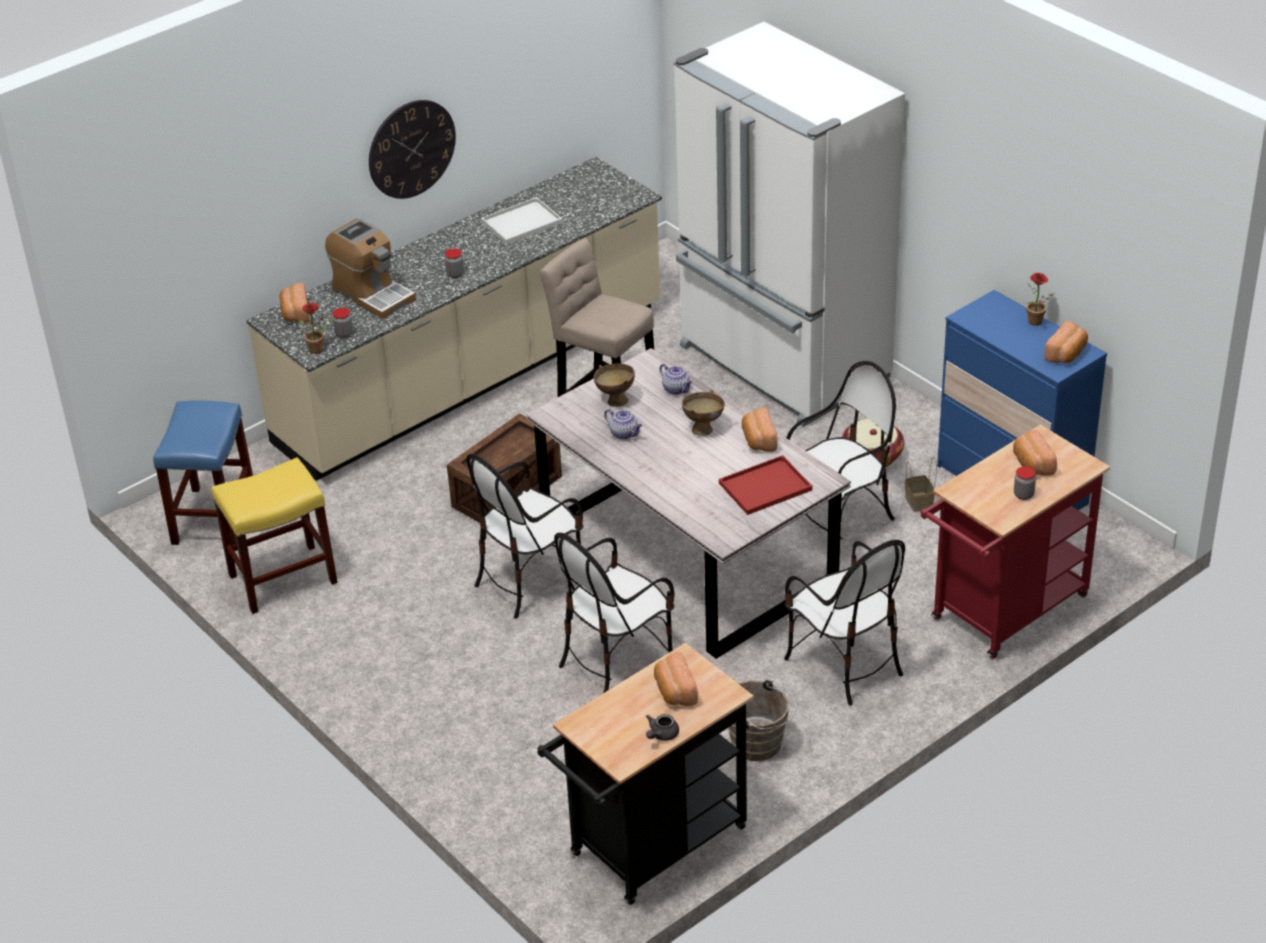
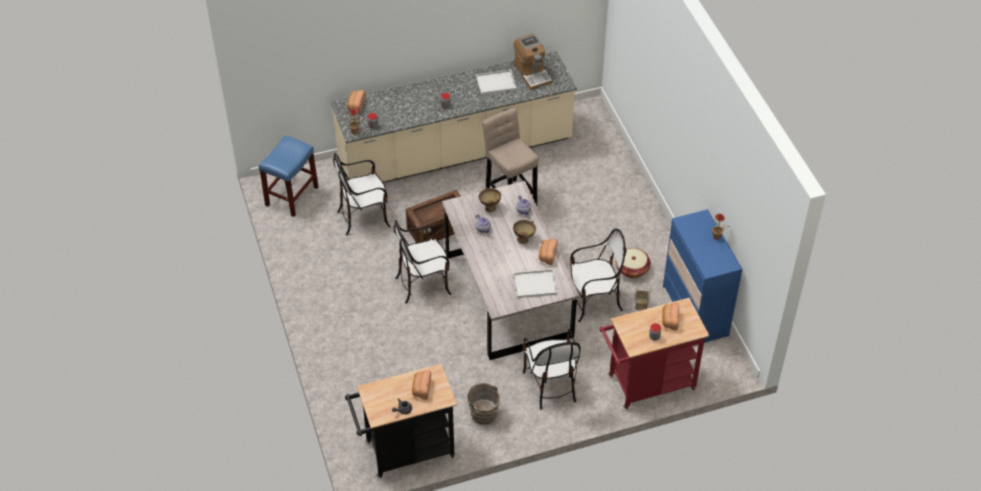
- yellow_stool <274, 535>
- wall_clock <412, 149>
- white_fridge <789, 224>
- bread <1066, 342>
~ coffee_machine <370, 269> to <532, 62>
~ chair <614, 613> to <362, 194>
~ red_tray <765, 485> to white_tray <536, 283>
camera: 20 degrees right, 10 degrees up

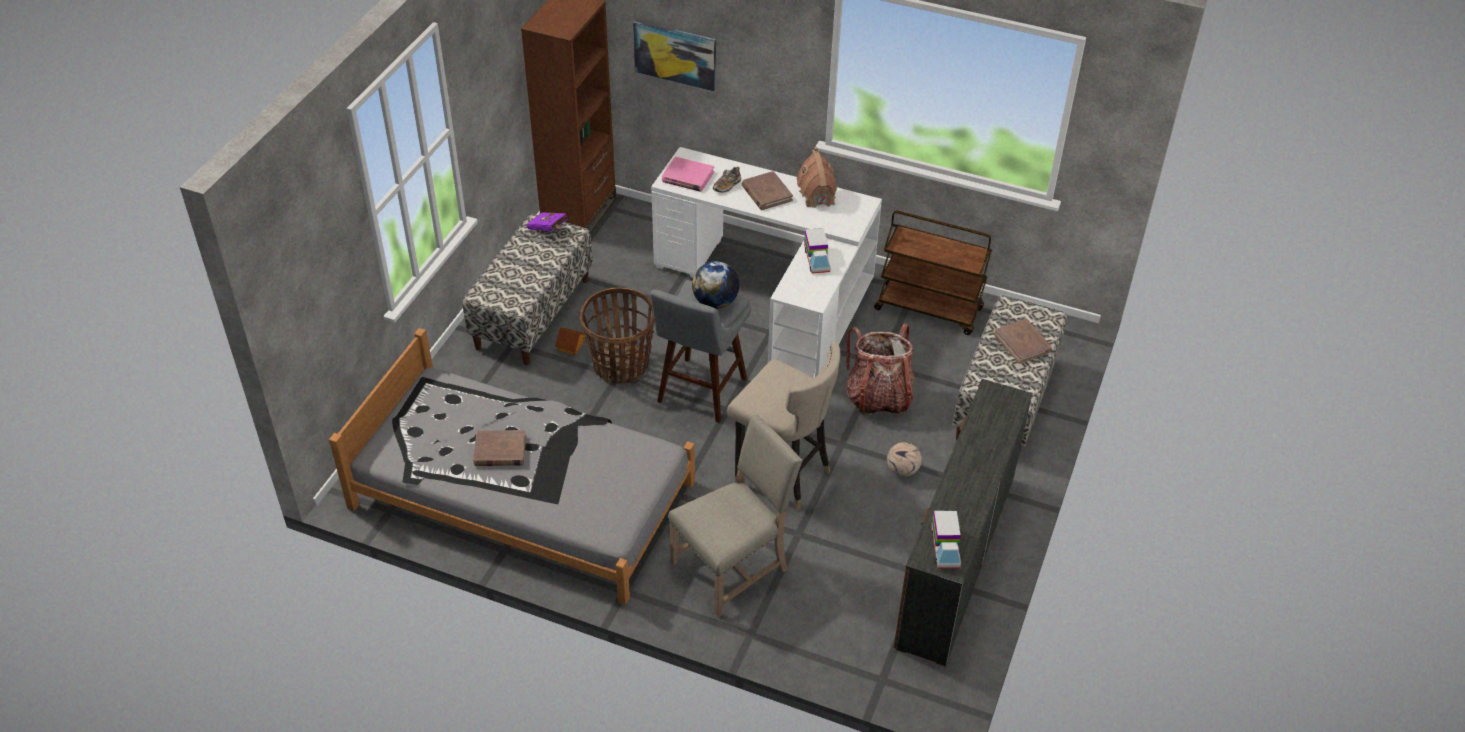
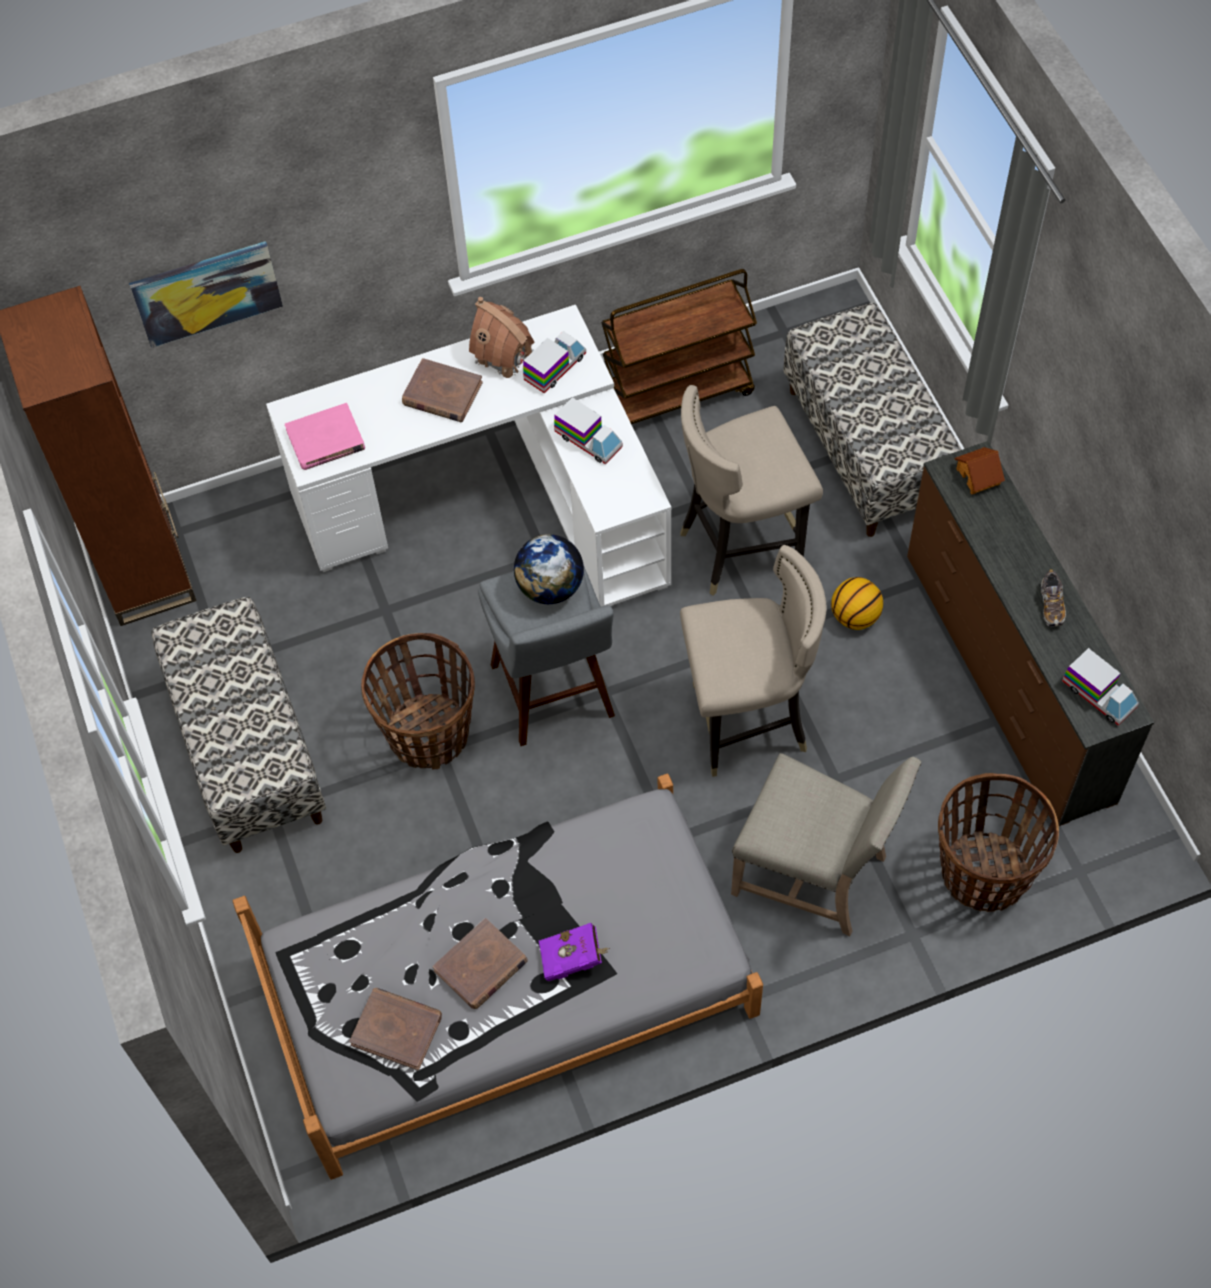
+ toy_truck <554, 362>
+ basket <998, 842>
~ purple_book <547, 221> to <574, 952>
~ toy_house <570, 341> to <980, 470>
~ shoe <727, 179> to <1053, 598>
~ brown_book <1023, 341> to <395, 1029>
~ backpack <880, 369> to beige_stool <751, 490>
~ football <904, 459> to basketball <857, 603>
~ beige_chair <735, 516> = <826, 844> 105 degrees clockwise
camera: 40 degrees left, 15 degrees up

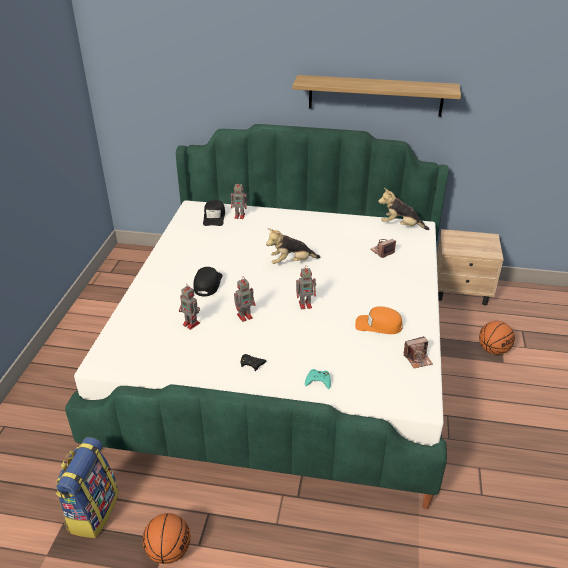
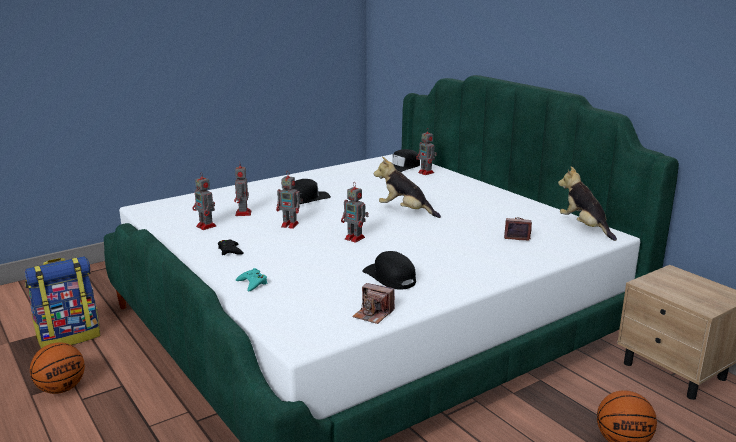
- shelf <376, 96>
+ toy_robot <204, 201>
~ orange_cap <379, 320> to black_cap <389, 270>
camera: 45 degrees right, 15 degrees down

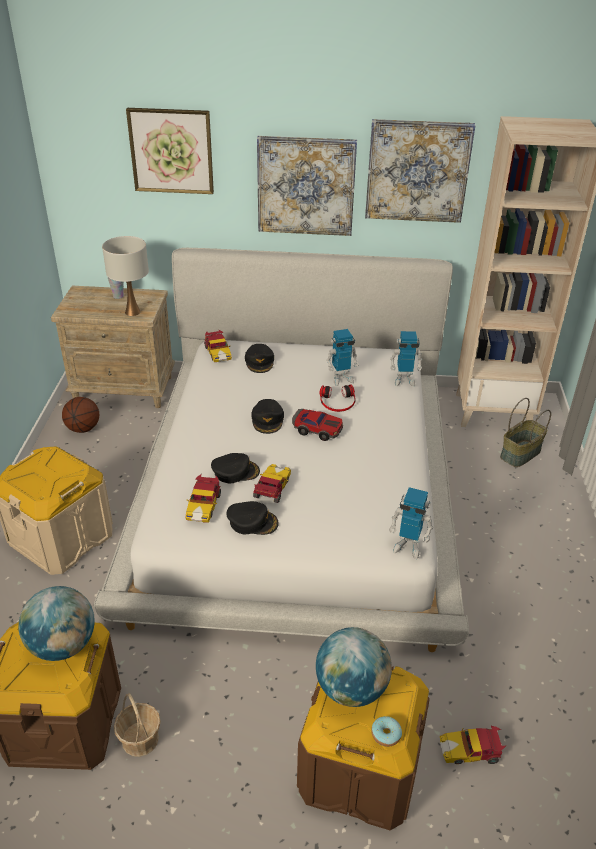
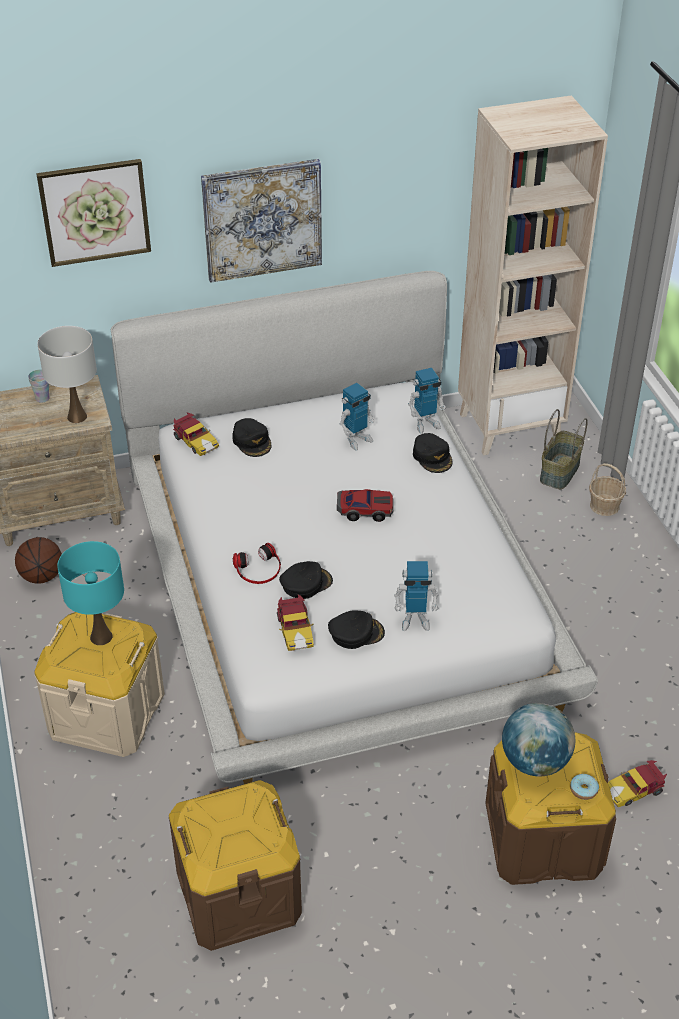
- globe <57, 623>
- toy_car <272, 483>
- picture <420, 171>
+ turquoise_table_lamp <90, 593>
~ basket <137, 725> to <607, 489>
~ black_cap <267, 416> to <432, 453>
~ headphones <337, 398> to <257, 563>
~ toy_robot <411, 523> to <416, 596>
camera: 20 degrees left, 5 degrees up

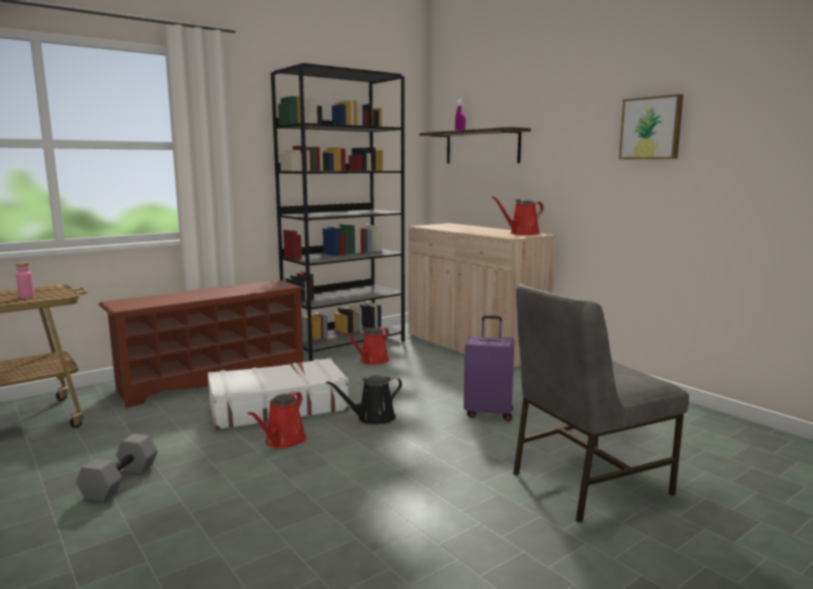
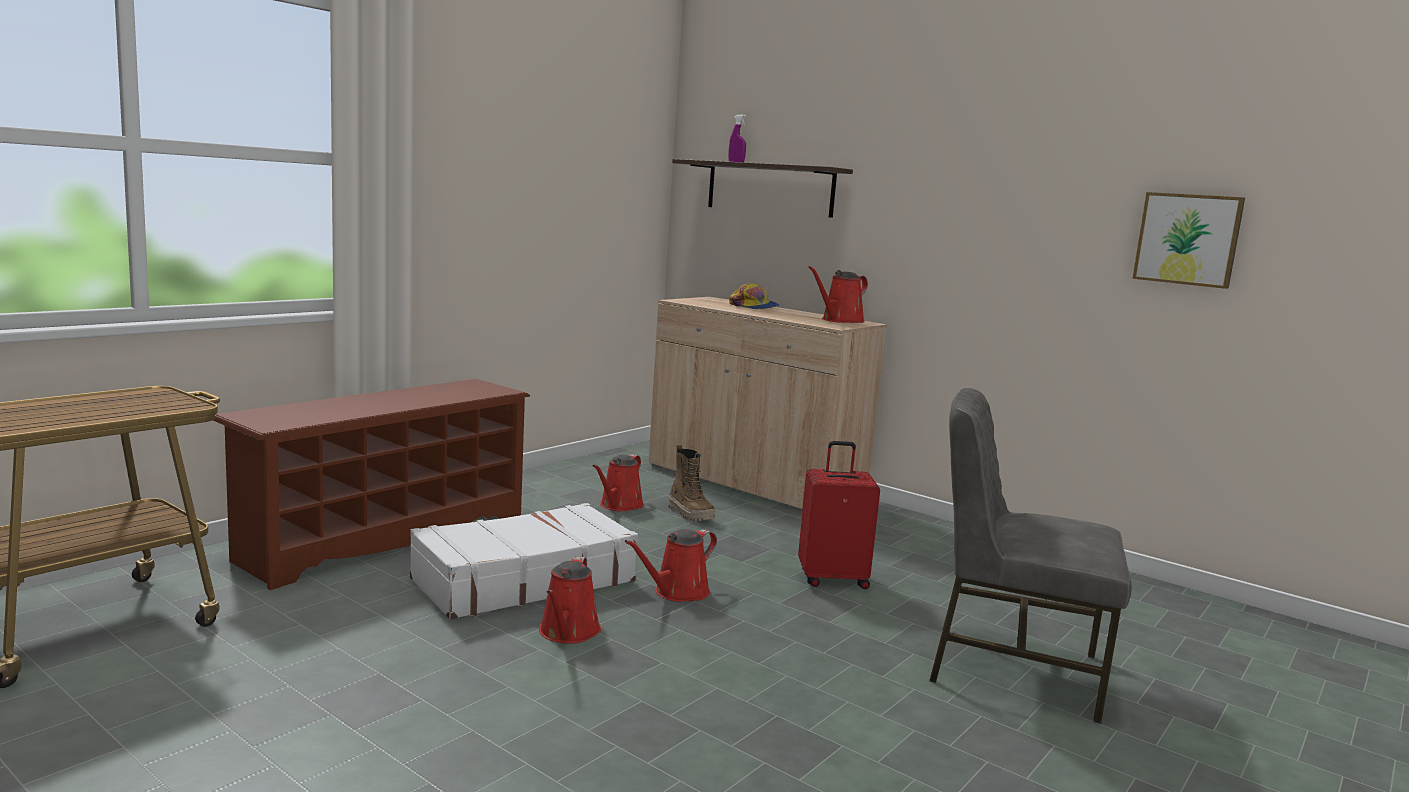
- pink_bottle <25, 280>
- grey_dumbbell <117, 468>
- black_bookcase <338, 212>
+ boot <691, 482>
+ cap <754, 296>
~ picture <651, 126> to <1188, 240>
~ black_watering_can <364, 399> to red_watering_can <671, 565>
~ purple_suitcase <489, 368> to red_suitcase <839, 515>
~ grey_chair <601, 403> = <1030, 556> 60 degrees clockwise
camera: 15 degrees left, 0 degrees up

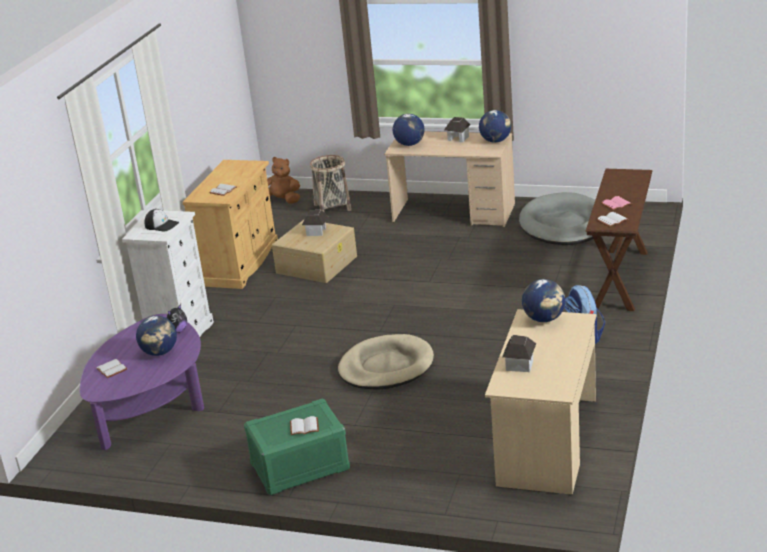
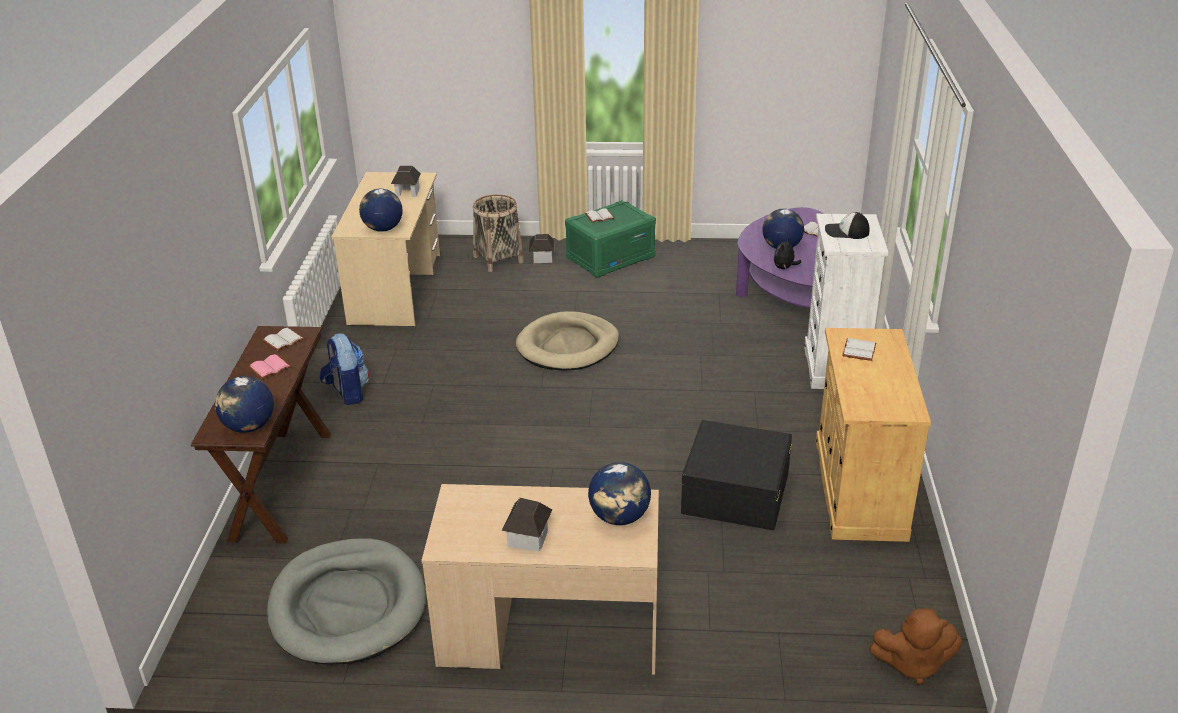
~ toy_house <315, 223> to <542, 248>
~ basket <331, 184> to <498, 233>
~ globe <495, 126> to <244, 404>
~ beige_storage_box <314, 251> to black_storage_box <736, 475>
camera: 165 degrees right, 5 degrees up

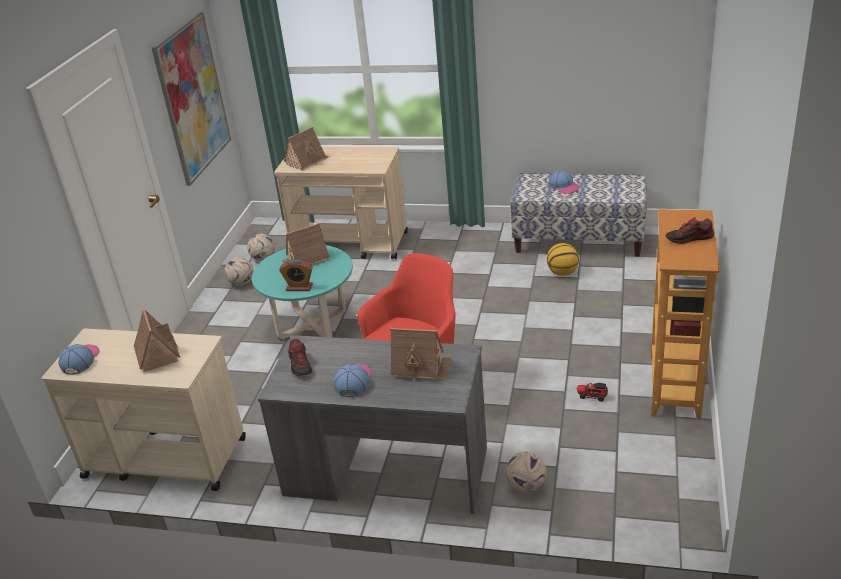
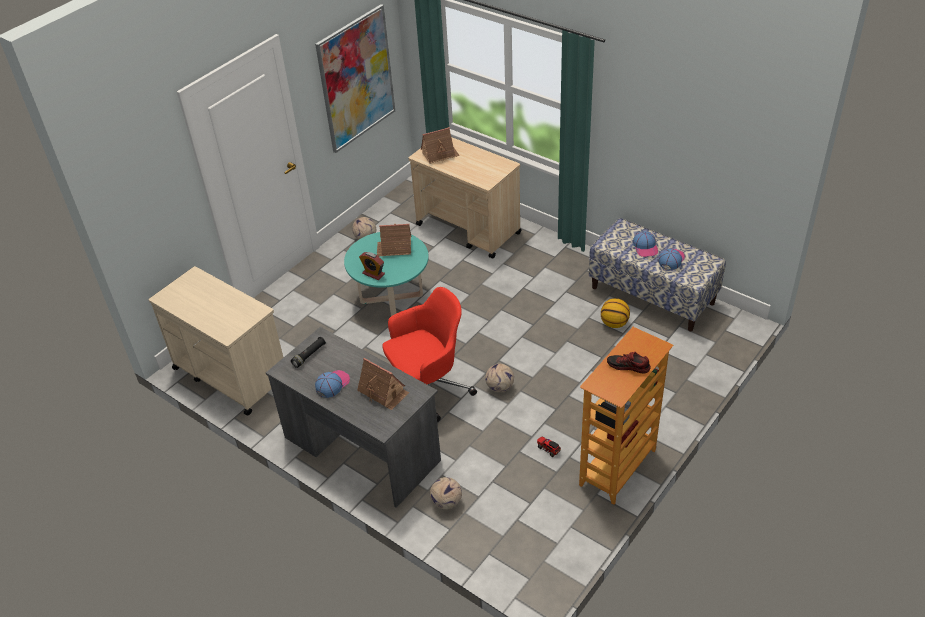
- toy_house <157, 340>
~ cap <79, 359> to <671, 259>
~ football <261, 247> to <499, 378>
~ shoe <300, 357> to black_flashlight <308, 352>
camera: 25 degrees right, 10 degrees up

